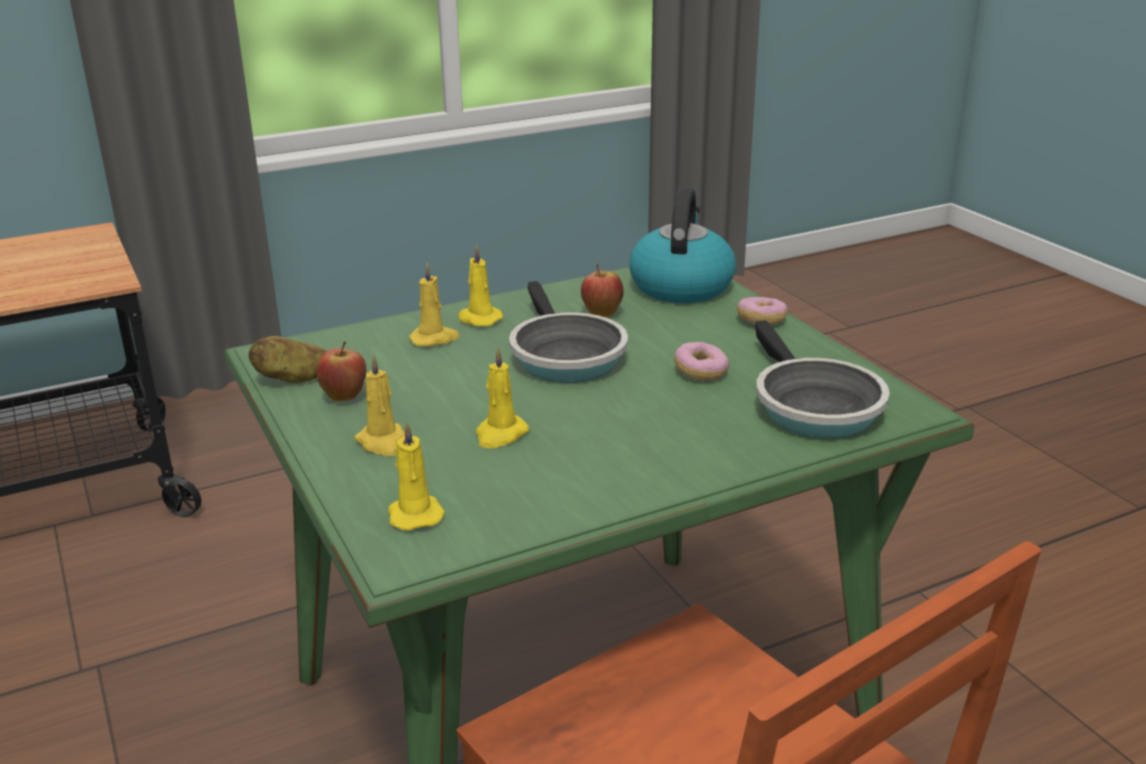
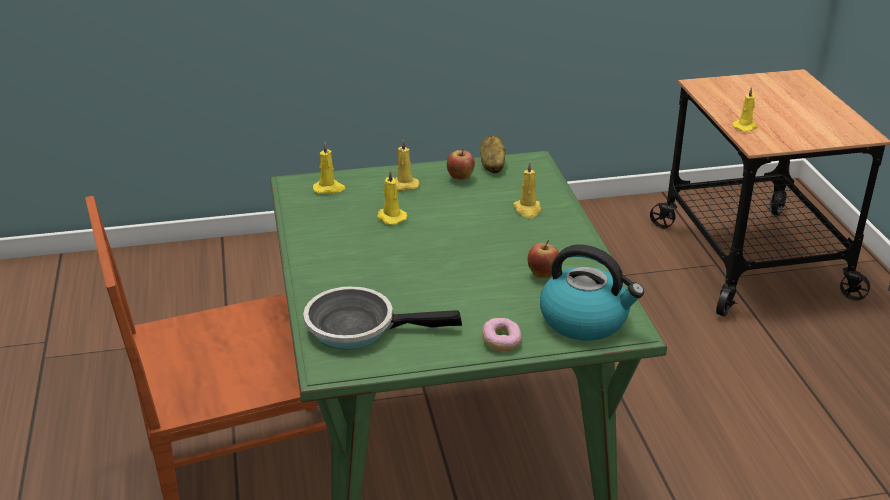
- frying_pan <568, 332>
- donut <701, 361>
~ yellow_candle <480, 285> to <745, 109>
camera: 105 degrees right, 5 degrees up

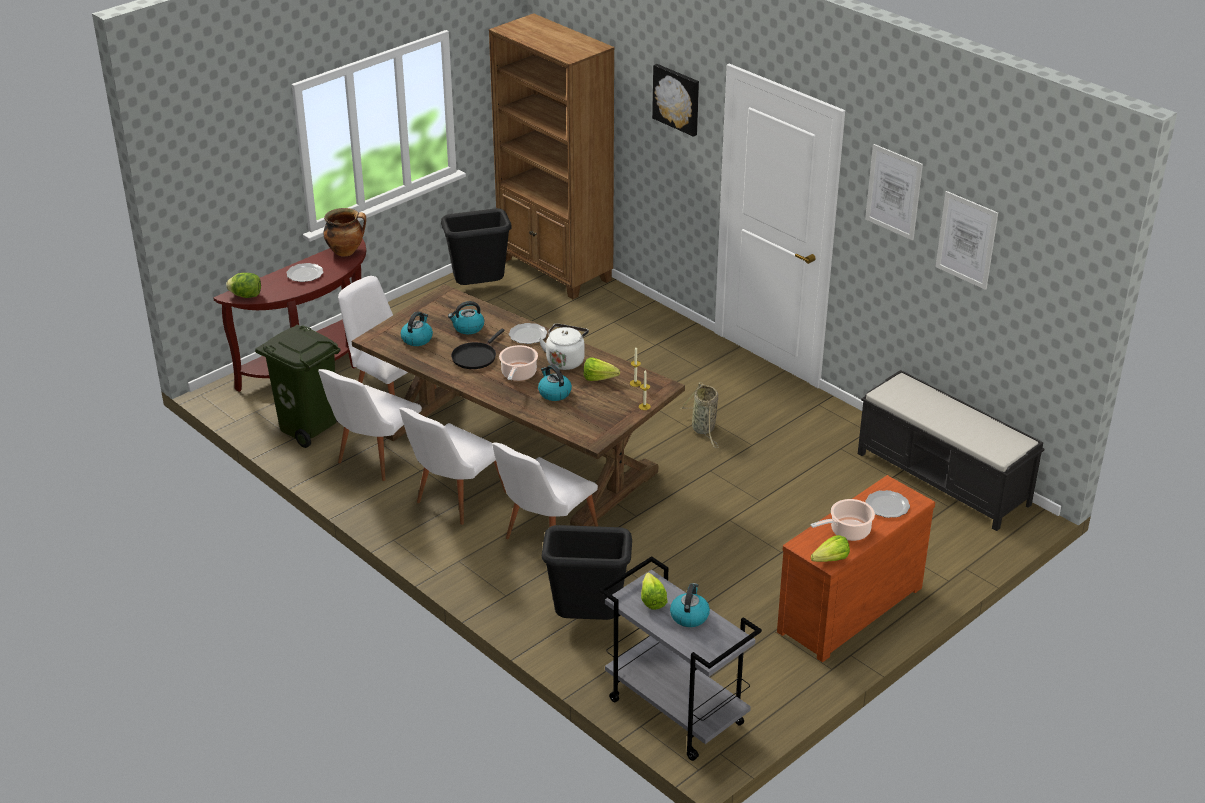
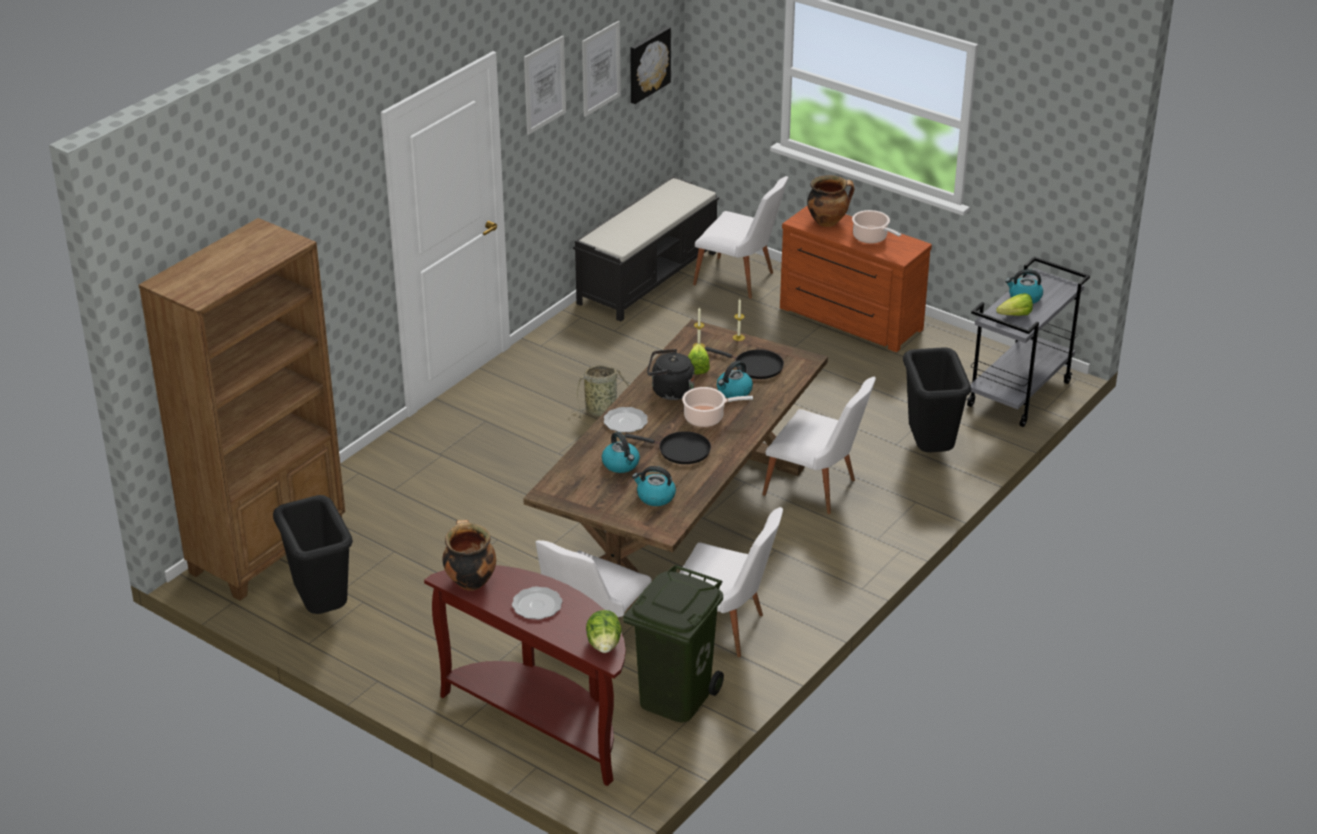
- lettuce <830, 548>
+ black_frying_pan <744, 363>
~ white_chair <452, 466> to <740, 237>
~ picture <675, 100> to <650, 65>
~ plate <887, 504> to cooking_pot <830, 201>
~ white_kettle <564, 347> to black_kettle <671, 374>
camera: 100 degrees left, 0 degrees up

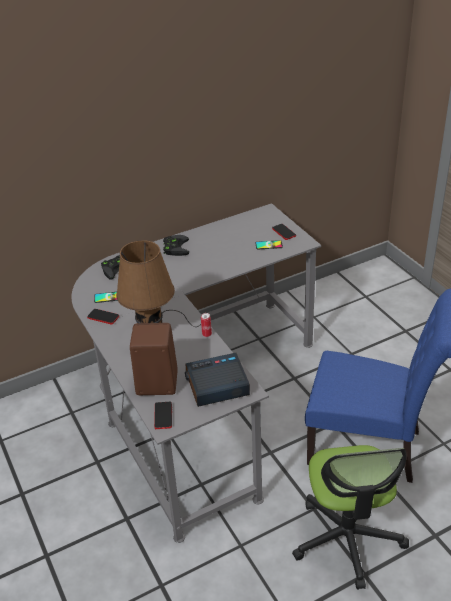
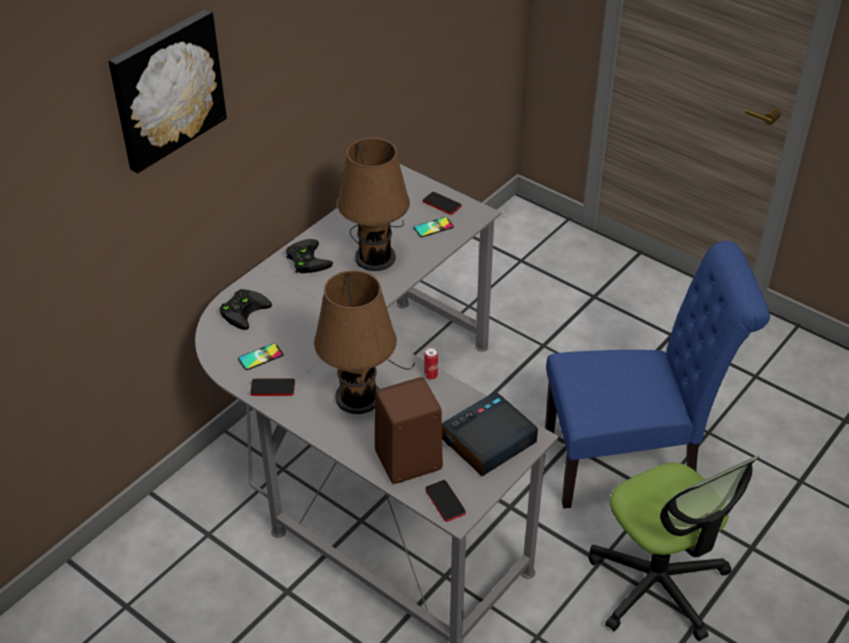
+ picture <167, 91>
+ brown_table_lamp <373, 204>
camera: 25 degrees left, 5 degrees up

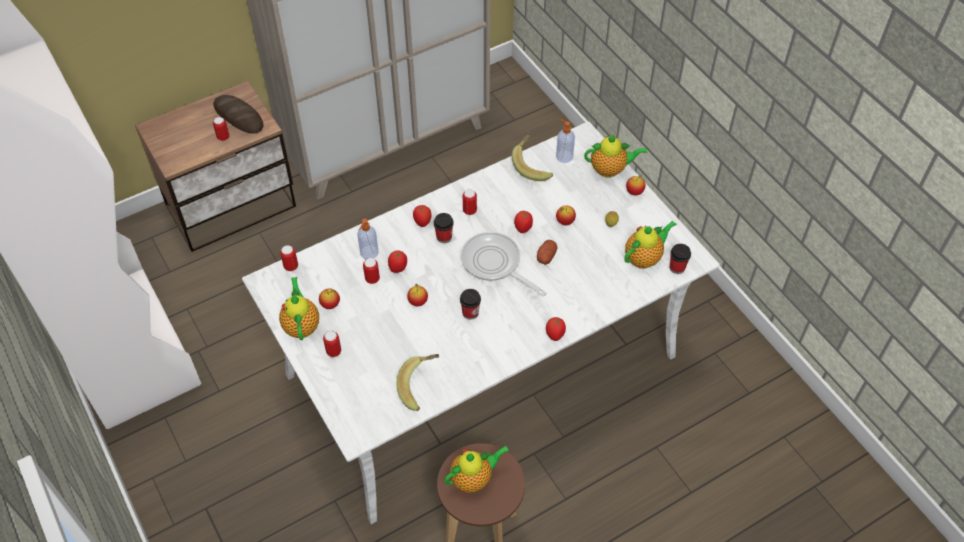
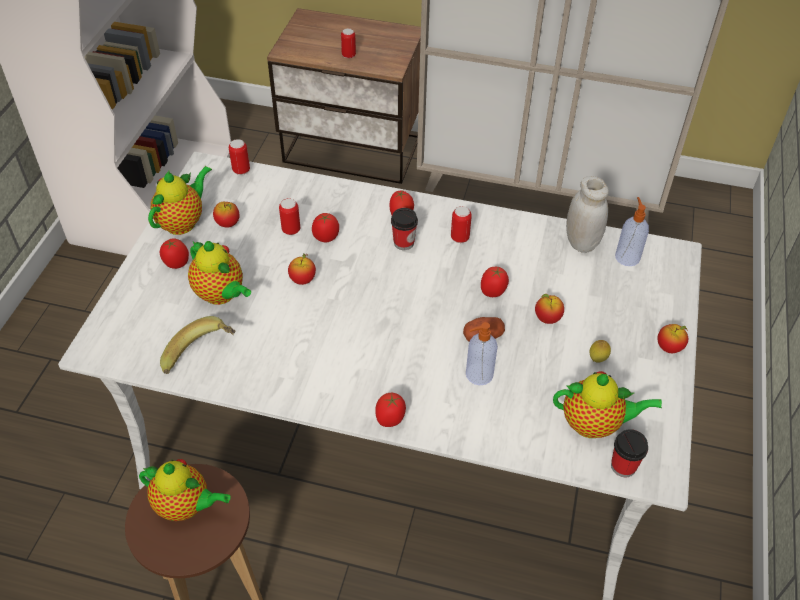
- bread <238, 114>
- cup <470, 304>
- frying_pan <504, 264>
~ soap_dispenser <368, 239> to <482, 353>
~ teapot <616, 156> to <219, 273>
~ can <332, 344> to tomato <174, 253>
~ banana <532, 156> to white_jar <587, 214>
camera: 45 degrees right, 5 degrees down

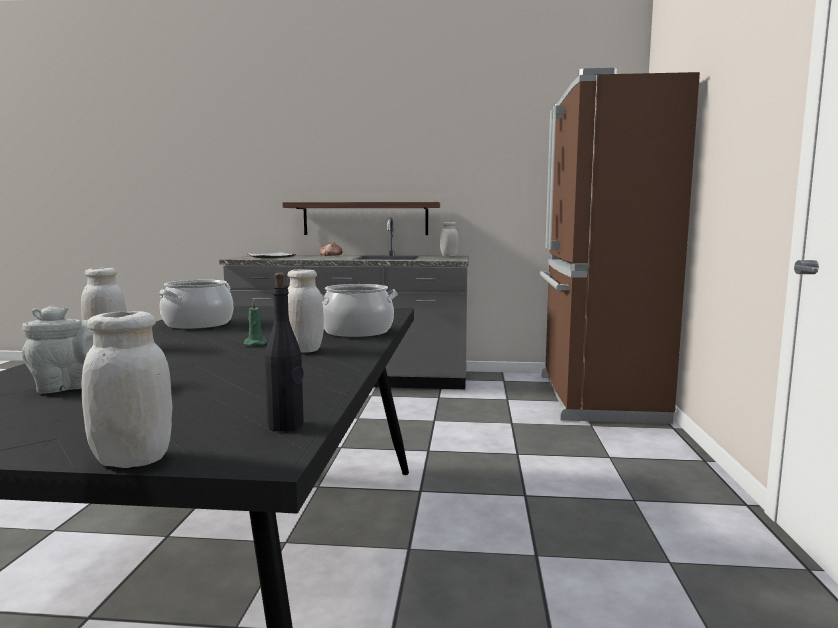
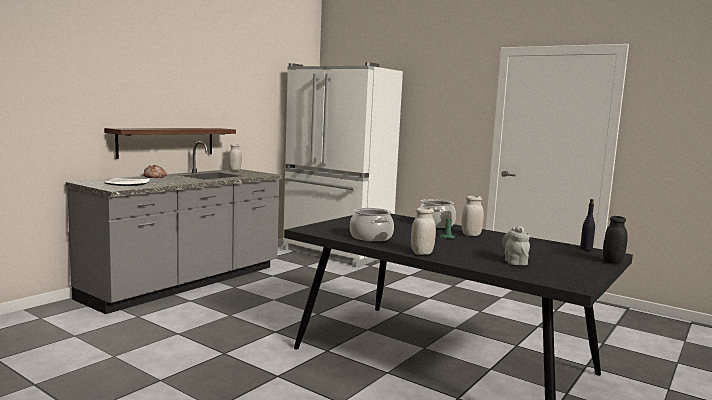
~ white_jar <127, 389> to black_jar <615, 240>
~ brown_fridge <619, 246> to white_fridge <342, 164>
camera: 60 degrees left, 0 degrees up

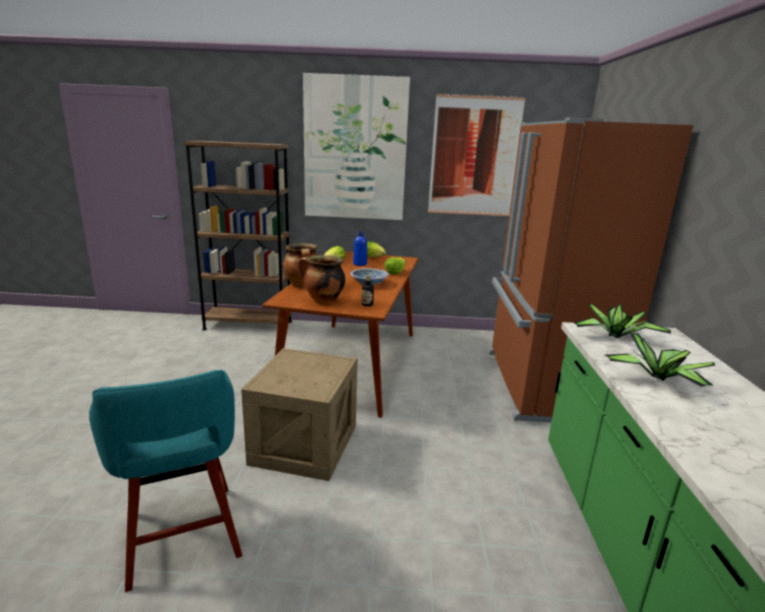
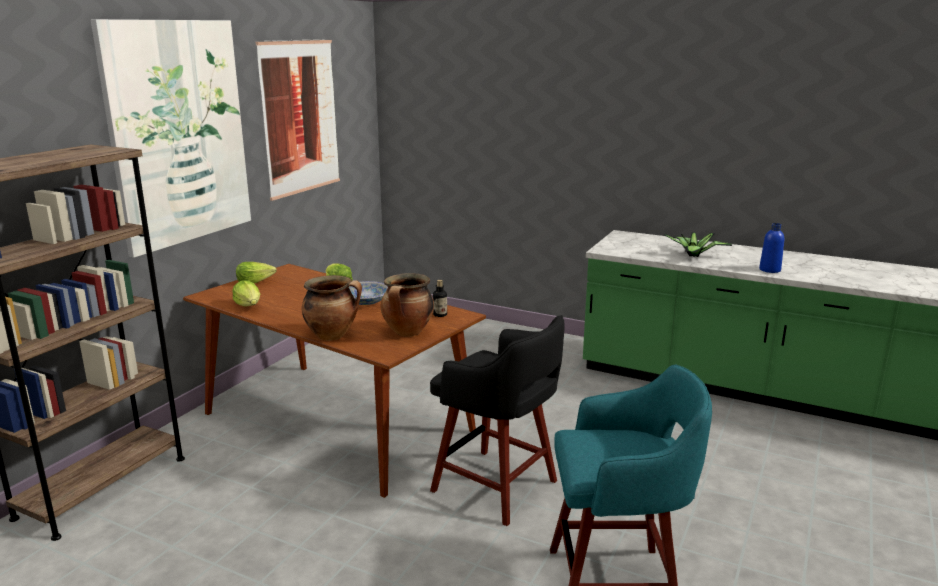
- brown_fridge <591, 269>
- potted_plant <622, 321>
~ blue_bottle <360, 248> to <771, 248>
~ crate <299, 414> to black_stool <497, 420>
camera: 65 degrees left, 0 degrees up

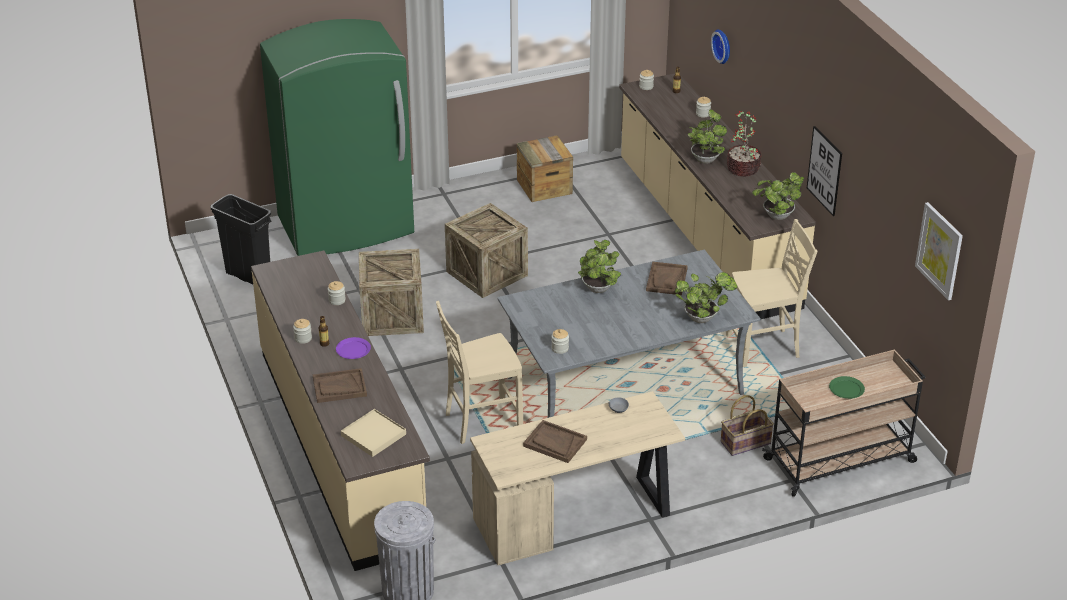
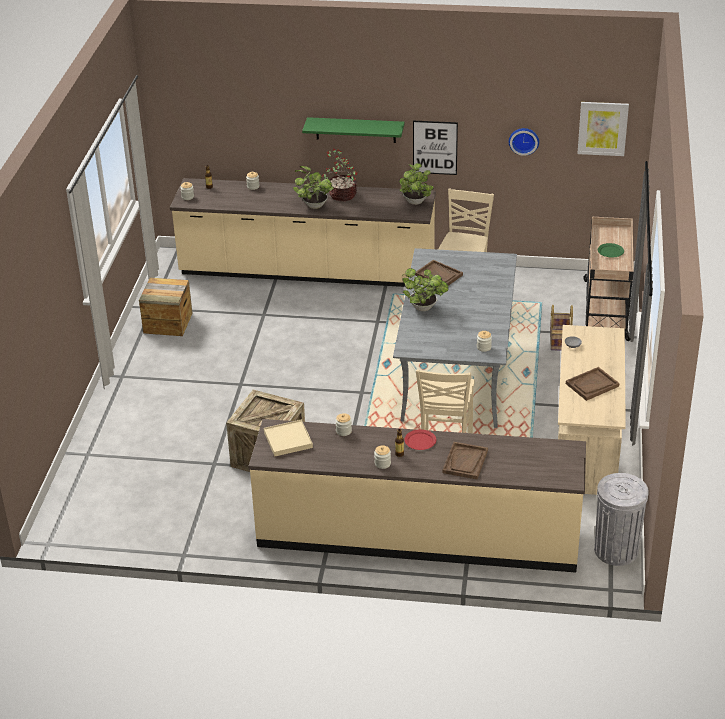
- black_trash_can <241, 239>
- green_fridge <337, 137>
- crate <486, 250>
- potted_plant <706, 297>
+ green_shelf <353, 130>
~ beige_tray <373, 433> to <288, 438>
~ wall_clock <720, 47> to <524, 142>
~ purple_plate <353, 348> to red_plate <420, 439>
camera: 60 degrees left, 0 degrees up

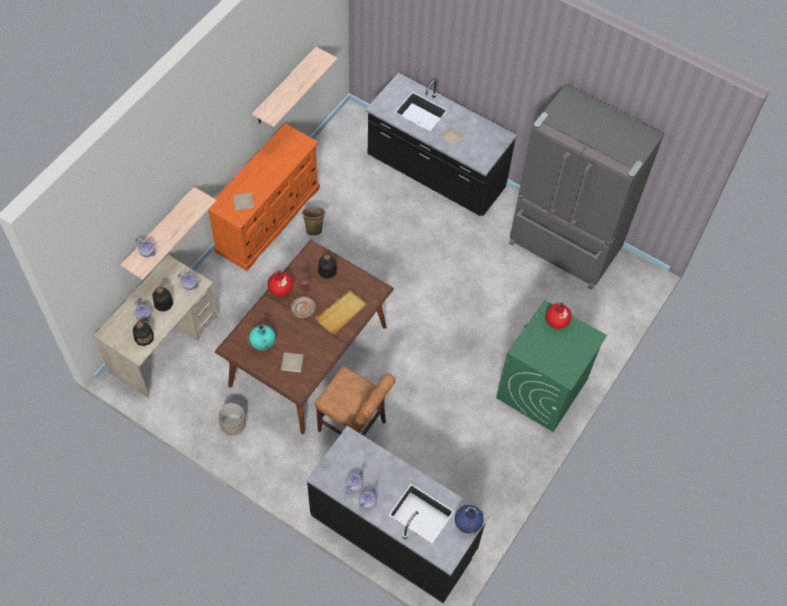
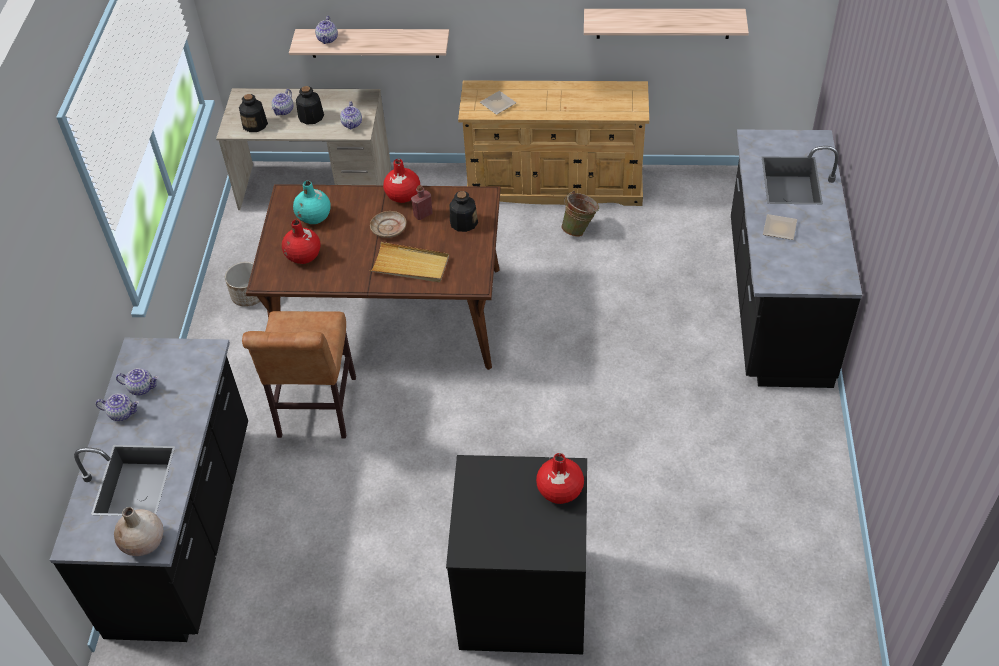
- grey_fridge <586, 187>
~ plate <292, 362> to red_vase <301, 242>
~ orange_dresser <264, 197> to beige_dresser <553, 143>
~ blue_vase <469, 519> to beige_vase <138, 531>
~ green_washing_machine <551, 366> to black_washing_machine <516, 554>
camera: 65 degrees right, 10 degrees down

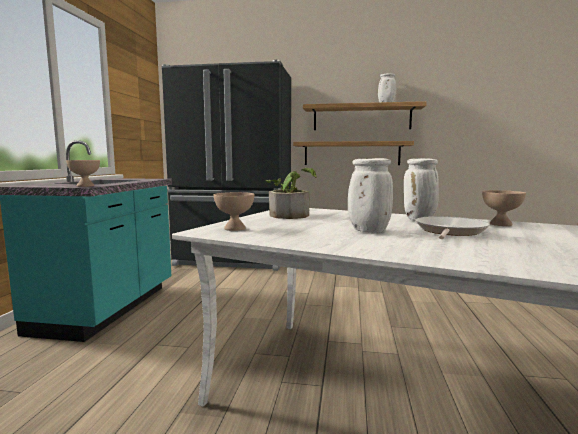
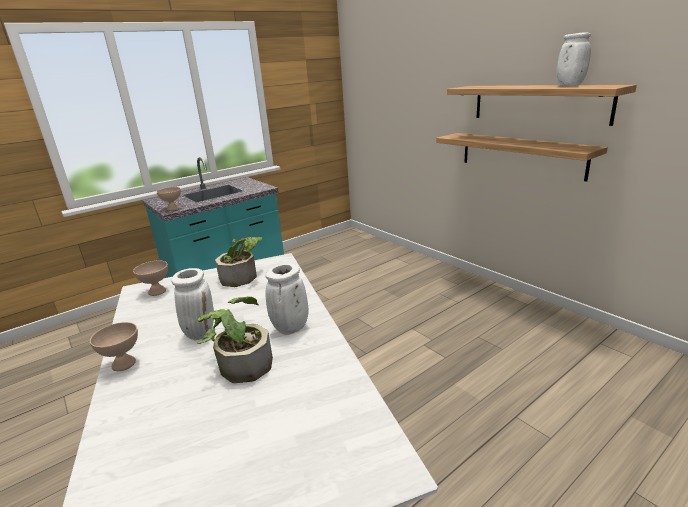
- black_fridge <226, 165>
~ beige_bowl <504, 208> to <114, 346>
~ frying_pan <452, 227> to potted_plant <235, 339>
camera: 45 degrees right, 15 degrees up

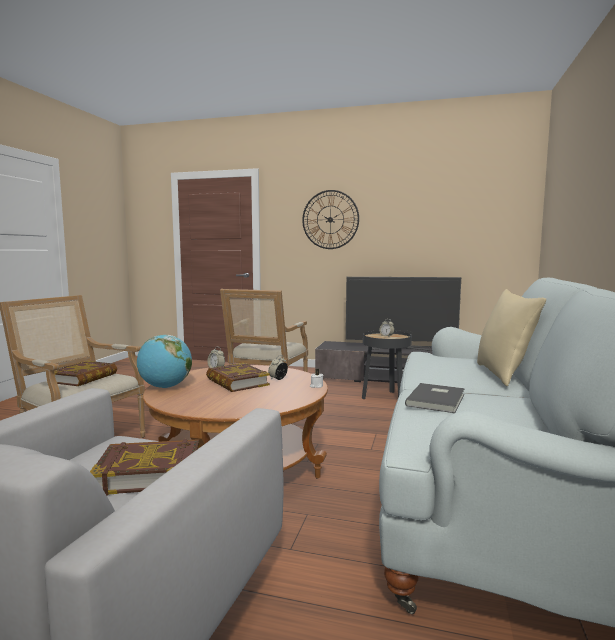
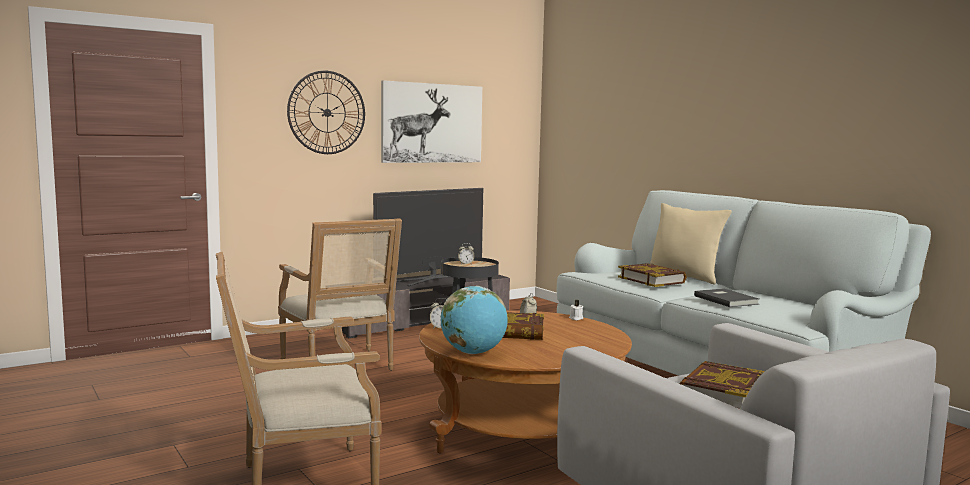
+ picture <431, 121>
~ book <85, 373> to <652, 275>
camera: 50 degrees left, 0 degrees up

